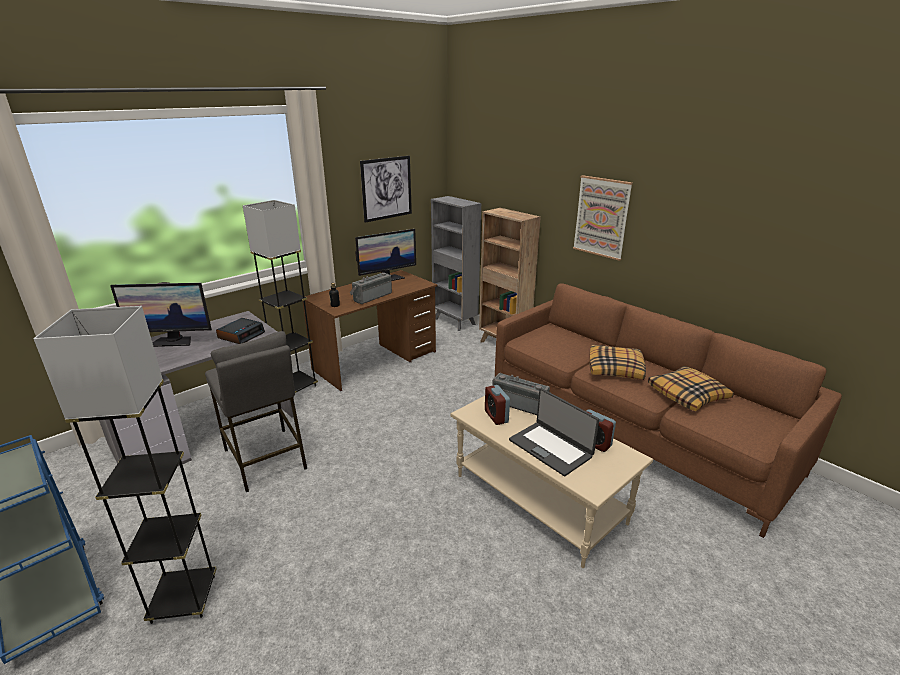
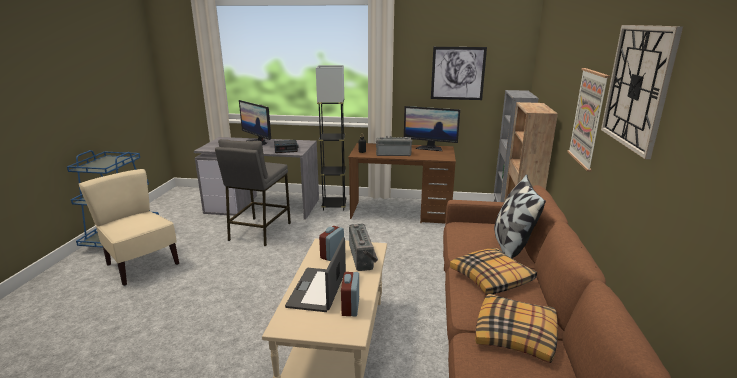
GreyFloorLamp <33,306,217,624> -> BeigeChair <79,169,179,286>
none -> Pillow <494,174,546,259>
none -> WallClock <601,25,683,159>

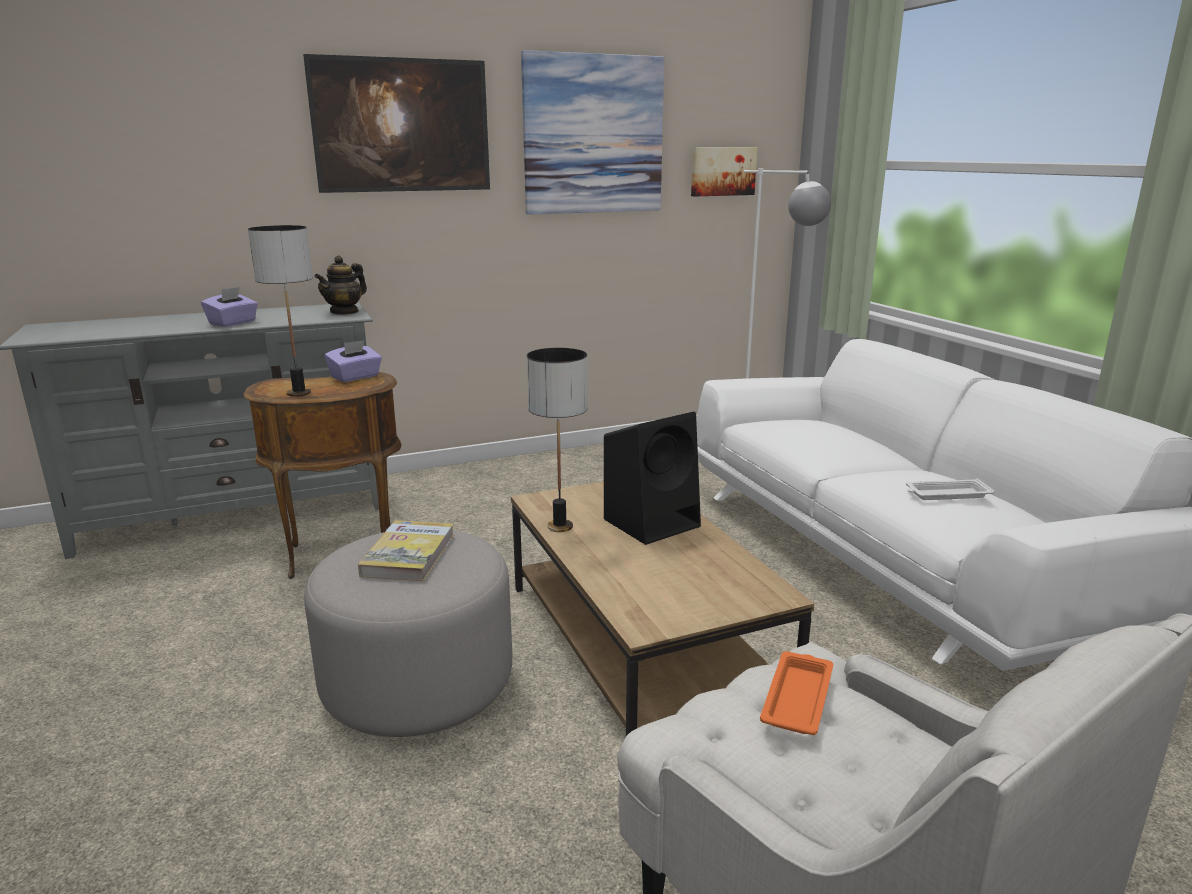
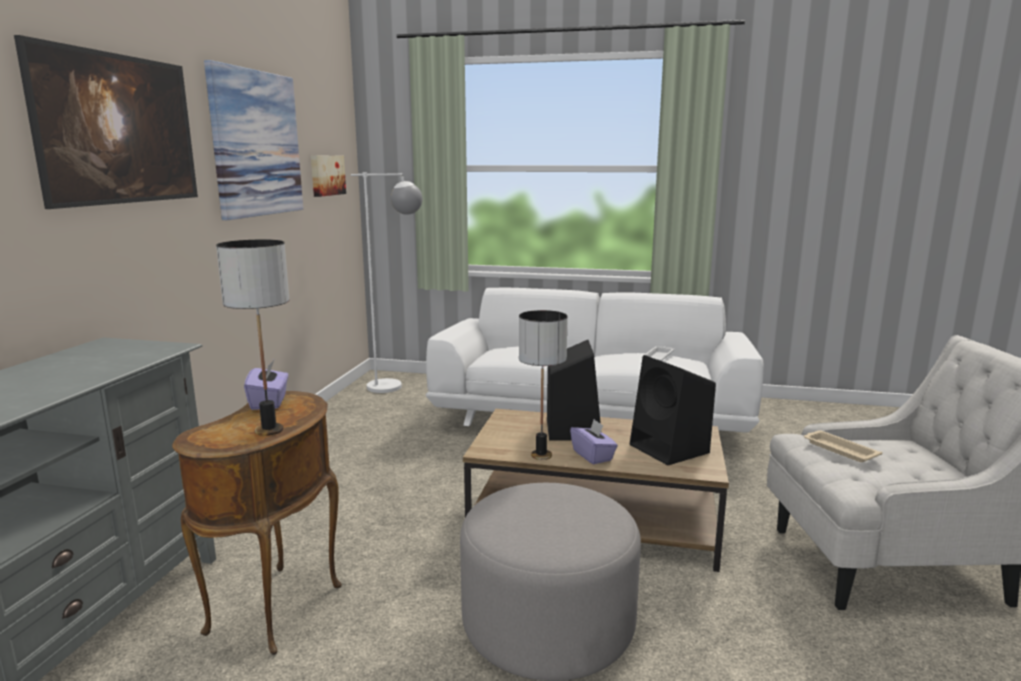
PurpleTissueBox <201,287,258,327> -> PurpleTissueBox <570,419,618,464>, moved
none -> BlackSpeaker <630,355,716,465>
OrangeTray <760,651,833,735> -> BeigeTray <804,430,882,462>
Teapot <314,255,367,315> -> none
Book <358,520,454,581> -> none

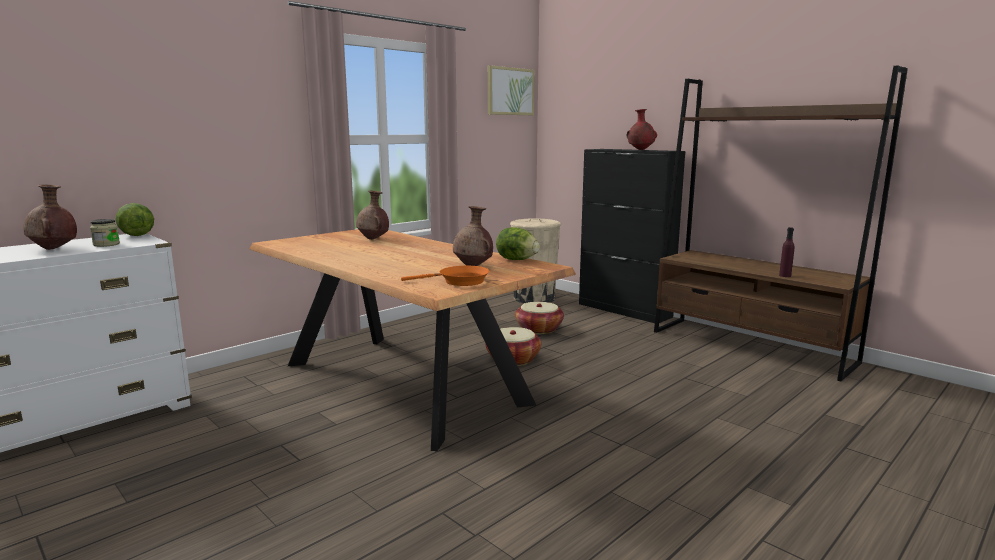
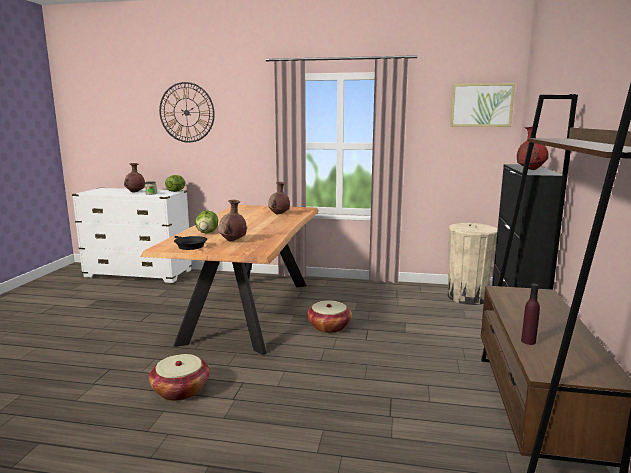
Basket <515,302,564,334> -> Basket <149,354,210,401>, moved
none -> WallClock <159,82,215,143>
OrangeFryingPan <401,266,489,286> -> BlackFryingPan <174,236,207,250>
Lettuce <496,227,540,260> -> Lettuce <195,211,218,233>, moved

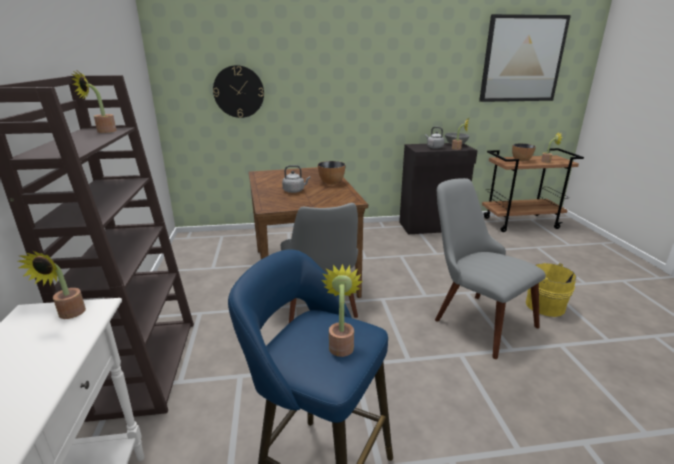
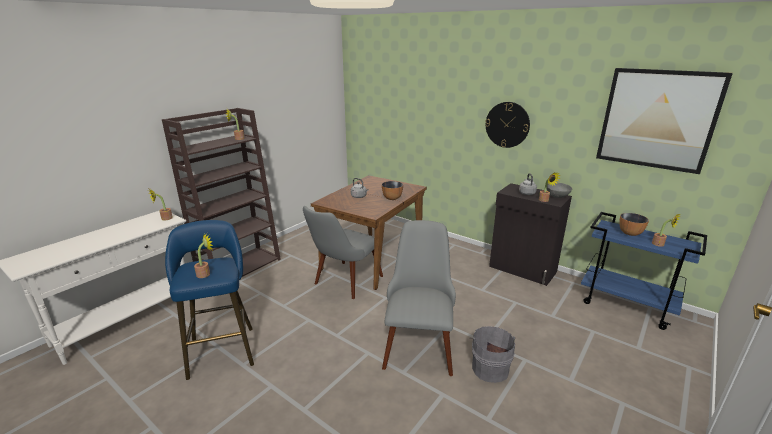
YellowBucket <526,263,577,317> -> GreyBucket <470,326,516,383>
WallClock <213,65,264,118> -> WallClock <485,102,530,148>, moved
BrownCart <482,148,584,232> -> BlueCart <581,212,707,330>

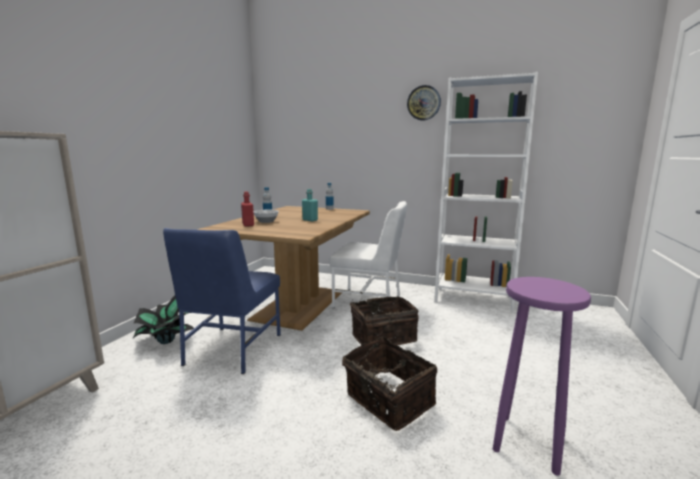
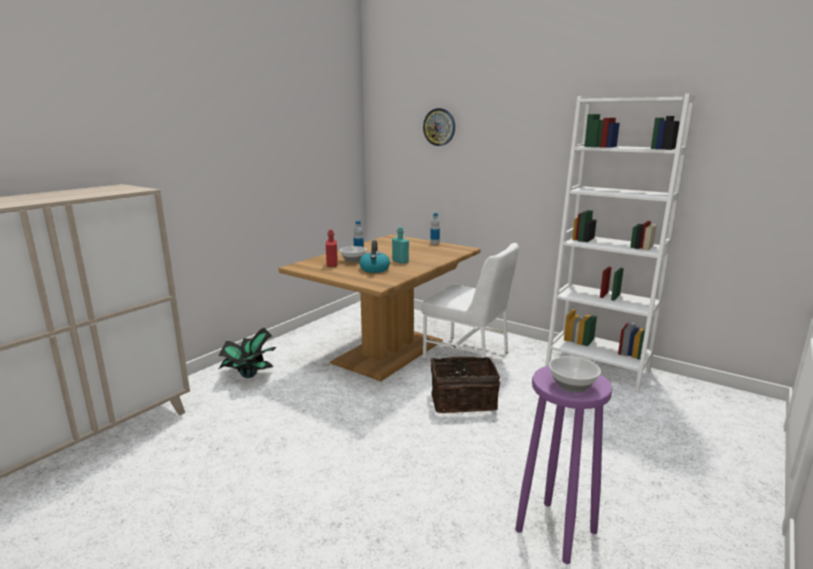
none -> Kettle <359,241,390,273>
WallClock <407,85,441,120> -> WallClock <423,108,455,146>, moved
none -> Bowl <549,356,601,393>
BlueChair <163,228,281,374> -> none
Basket <342,337,437,431> -> none

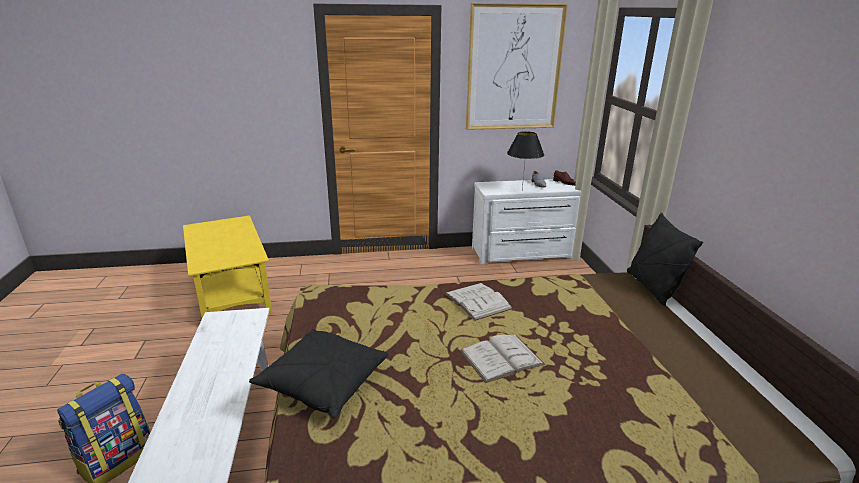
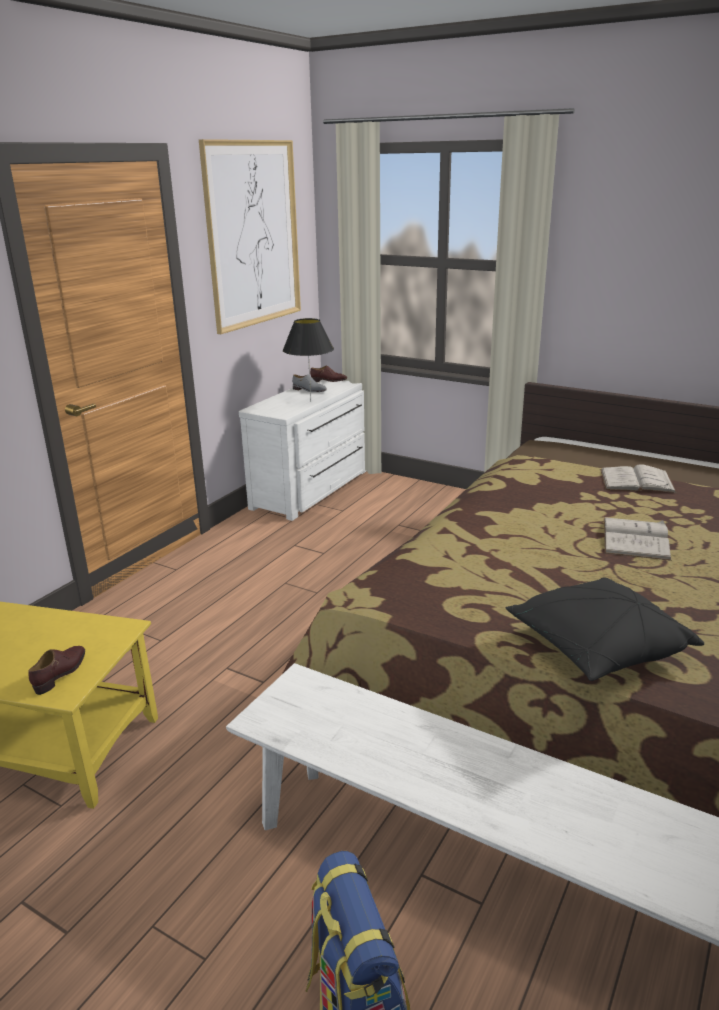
none -> BrownShoe <29,646,85,695>
WhiteBook <445,283,513,321> -> WhiteBook <600,464,677,493>, moved
BlackPillow <627,213,703,306> -> none

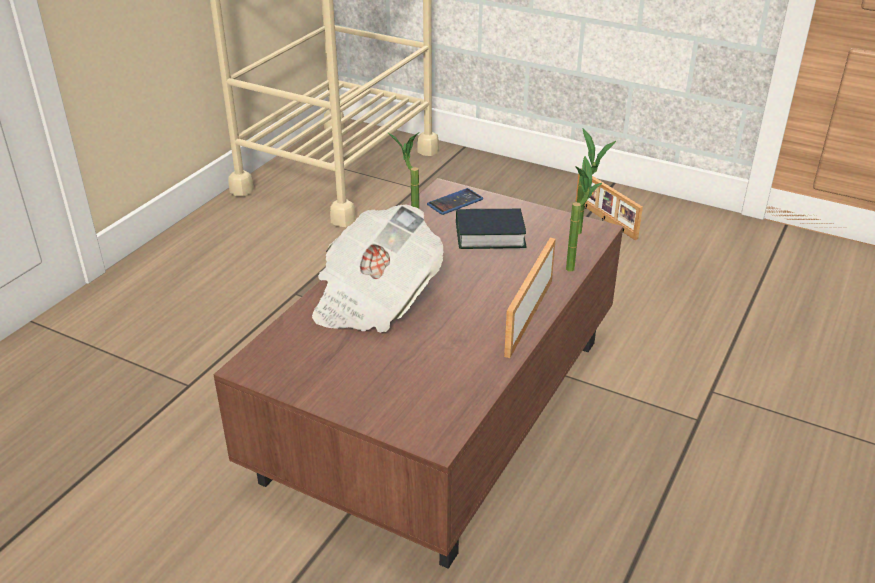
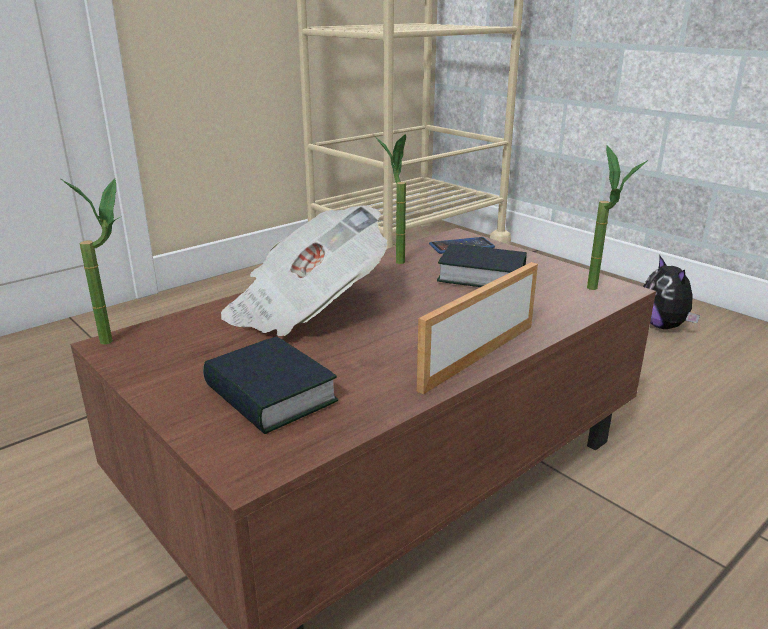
PottedPlant <566,156,602,272> -> PottedPlant <61,178,122,345>, moved
none -> Book <203,337,338,434>
PictureFrame <576,173,643,240> -> PlushToy <643,256,700,329>

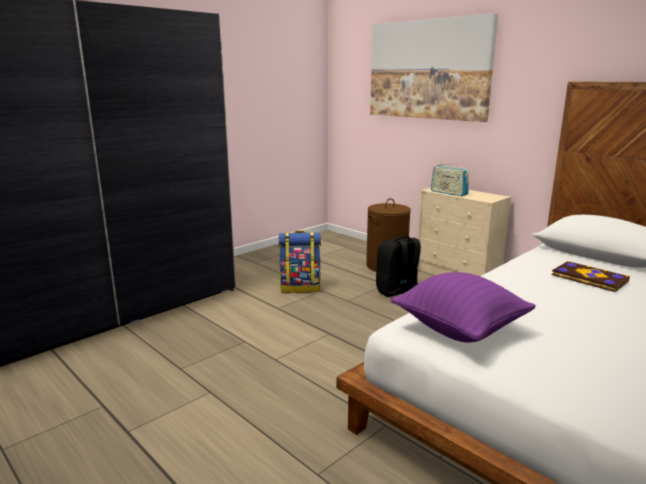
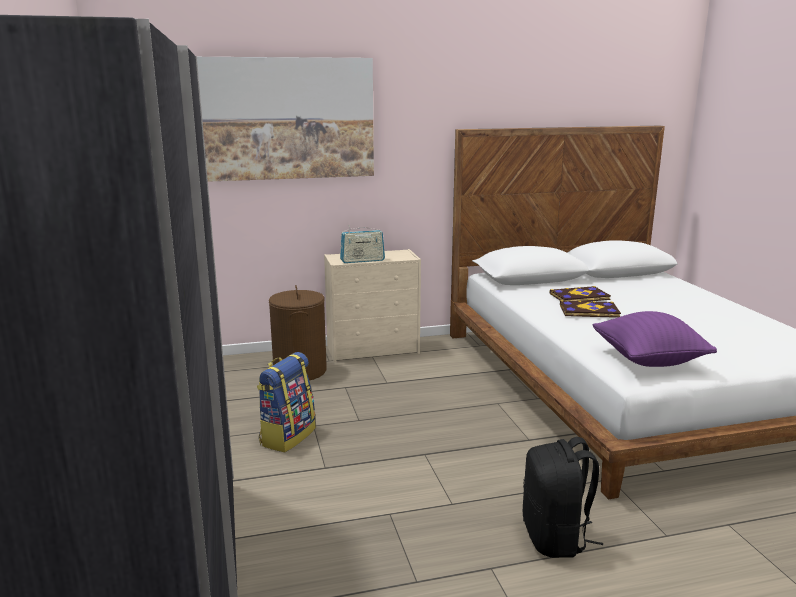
BlackBackpack <376,236,421,297> -> BlackBackpack <523,437,603,558>, moved
none -> Book <560,300,621,318>

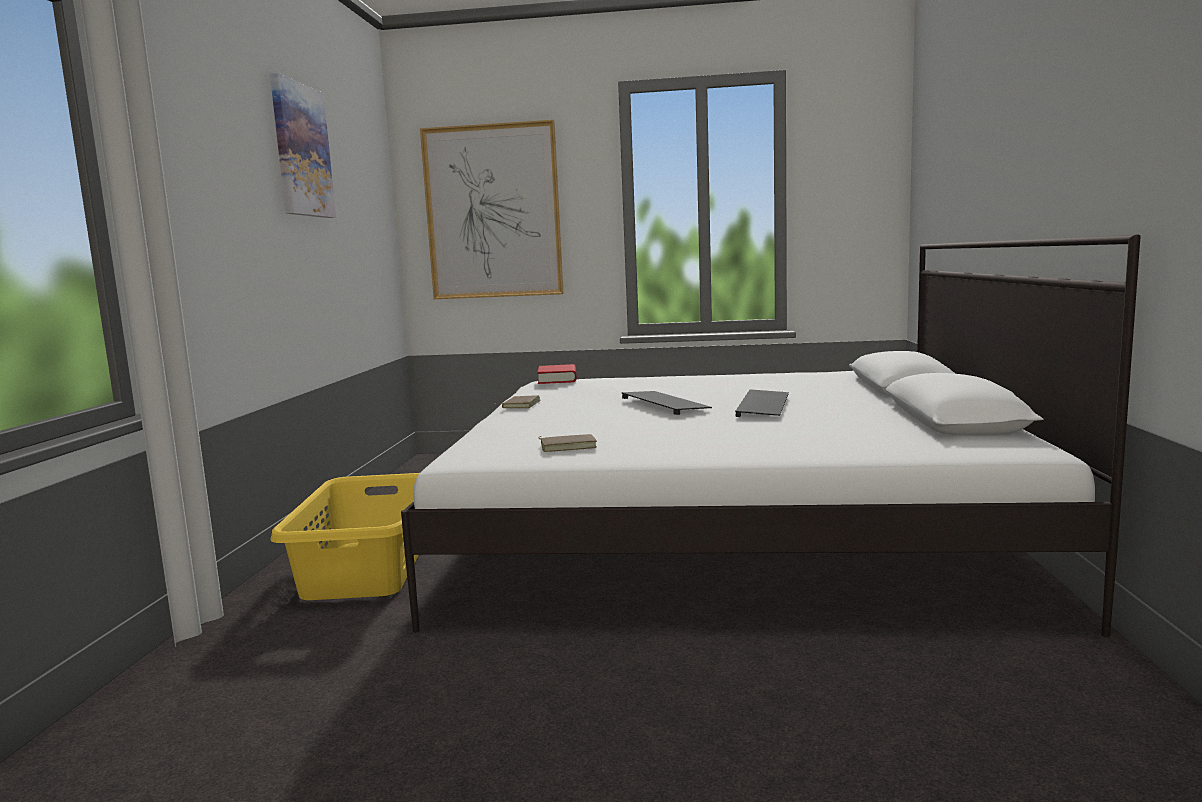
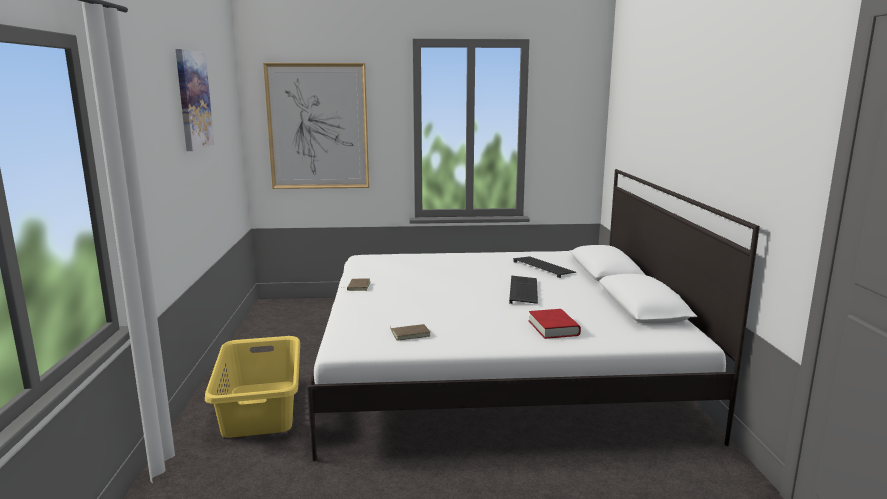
Keyboard <622,391,712,415> -> Keyboard <513,256,576,278>, moved
RedBook <537,364,576,384> -> RedBook <529,309,581,339>, moved

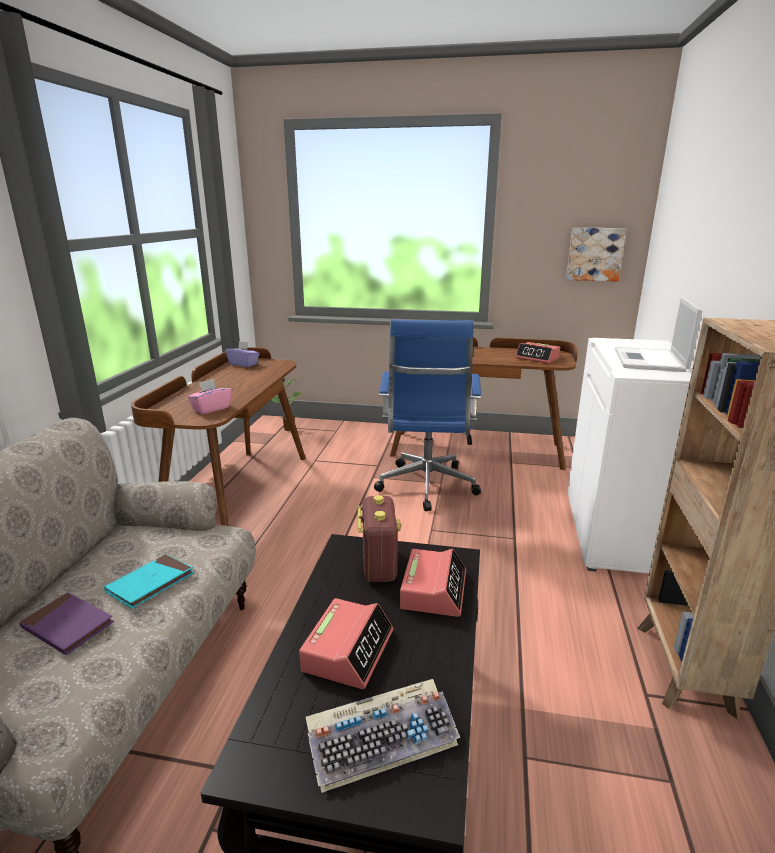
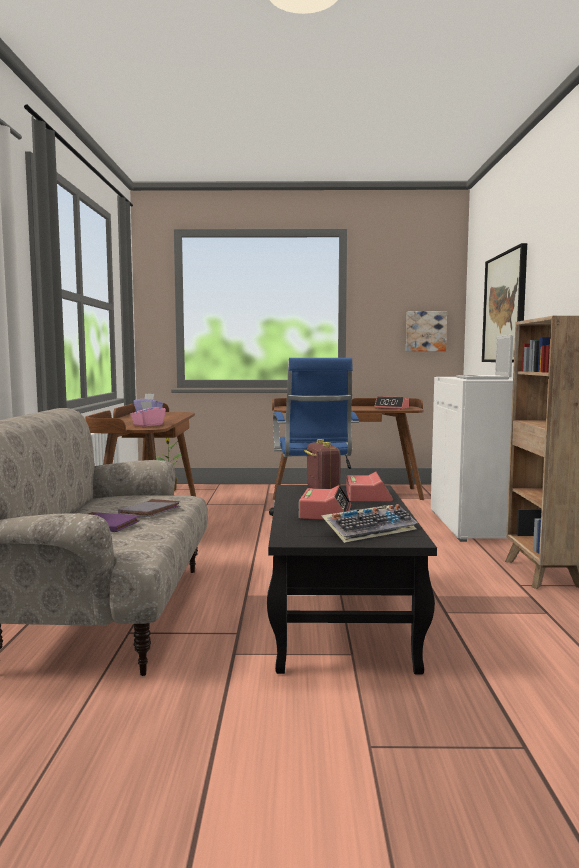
TurquoiseBook <104,554,194,609> -> GreyBook <118,499,181,517>
none -> Picture <482,243,527,363>

